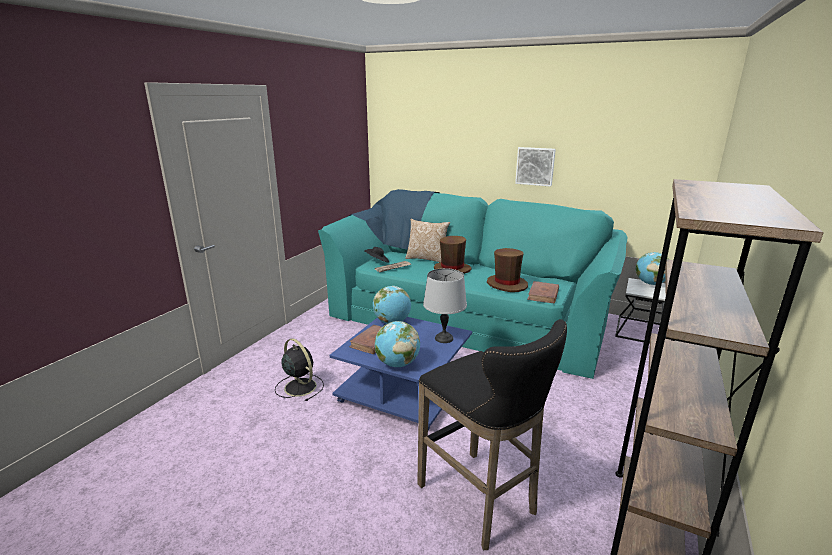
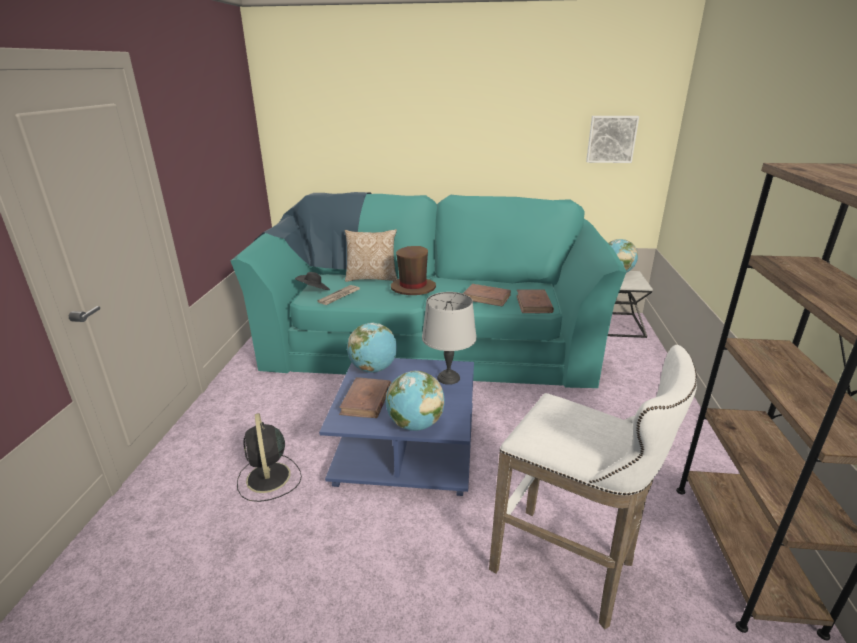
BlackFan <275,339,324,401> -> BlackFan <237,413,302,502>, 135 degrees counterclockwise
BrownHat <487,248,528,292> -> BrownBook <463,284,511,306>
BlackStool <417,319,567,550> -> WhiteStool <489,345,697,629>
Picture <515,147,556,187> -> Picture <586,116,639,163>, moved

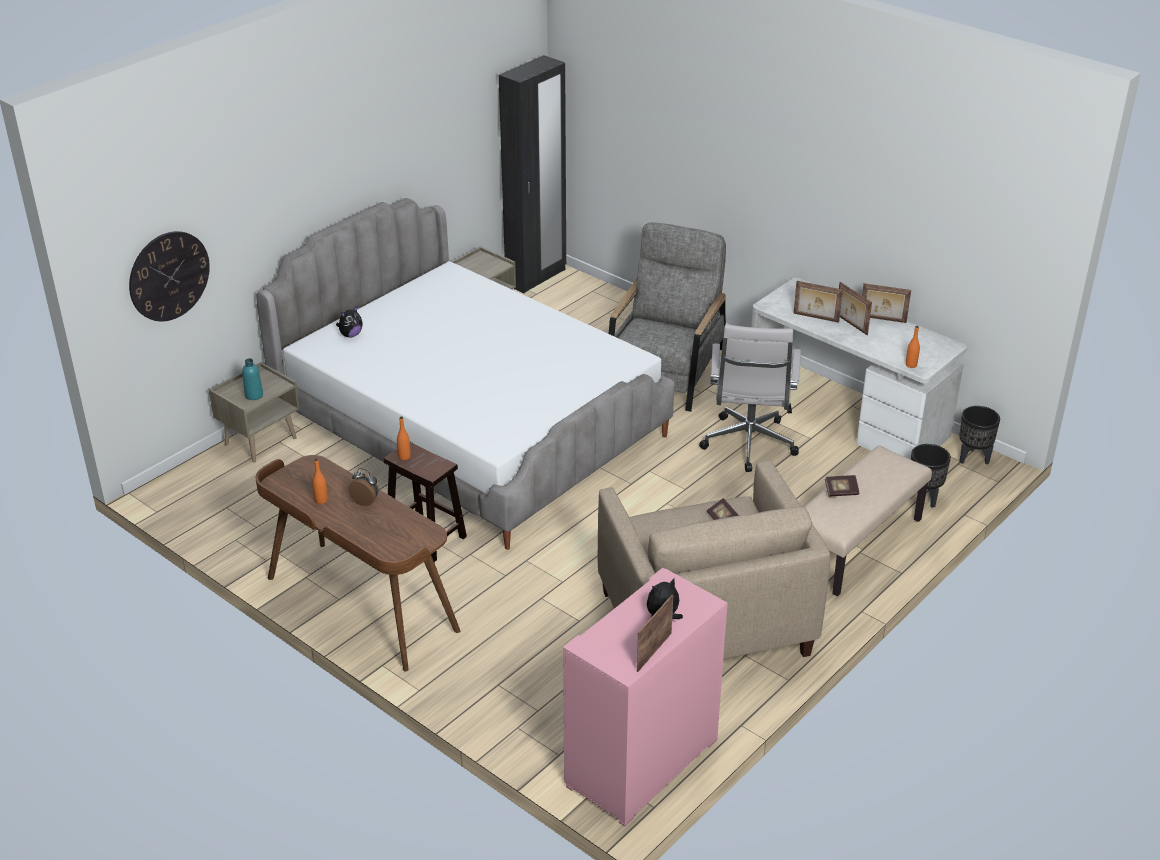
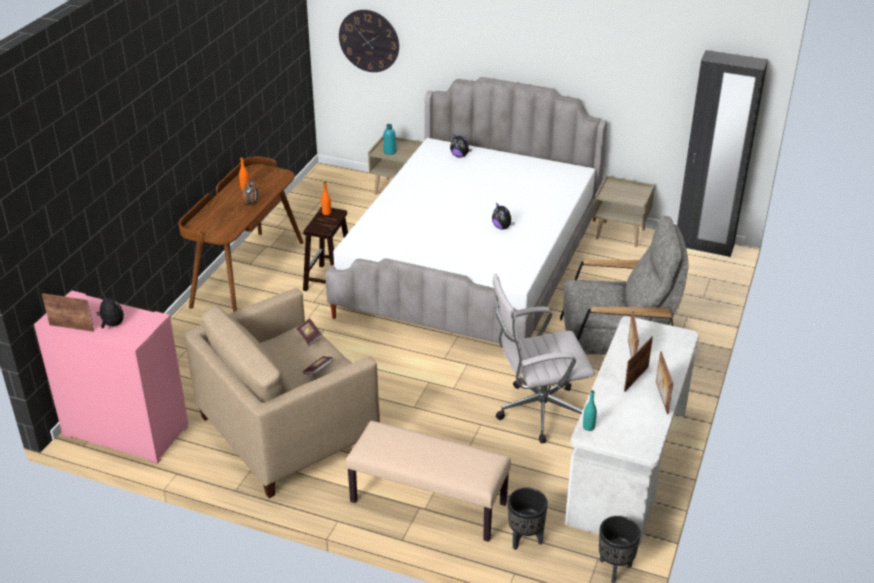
Book <825,475,859,497> -> Book <297,319,322,346>, moved
none -> PlushToy <492,203,515,230>
OrangeBottle <906,326,920,368> -> TurquoiseBottle <583,390,597,431>

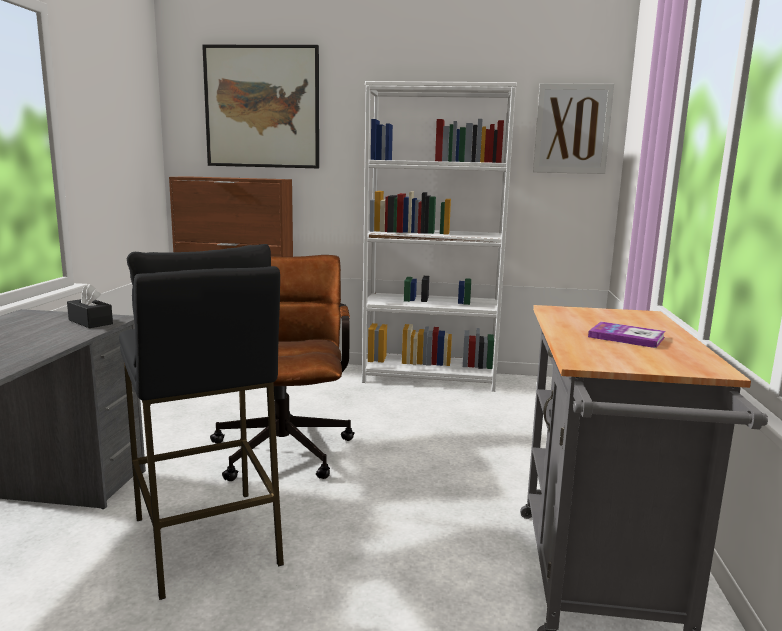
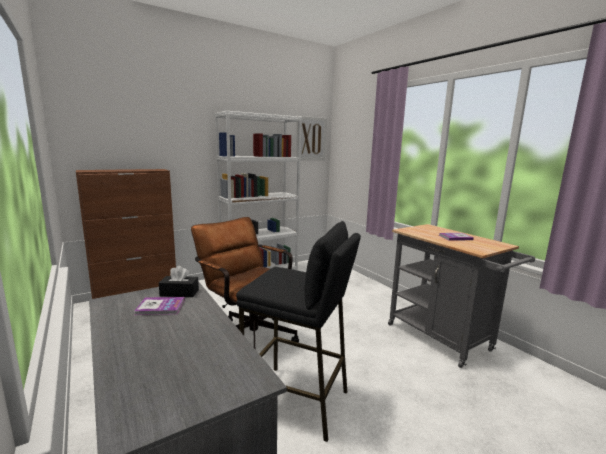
none -> Book <134,297,185,315>
Picture <202,45,319,168> -> none

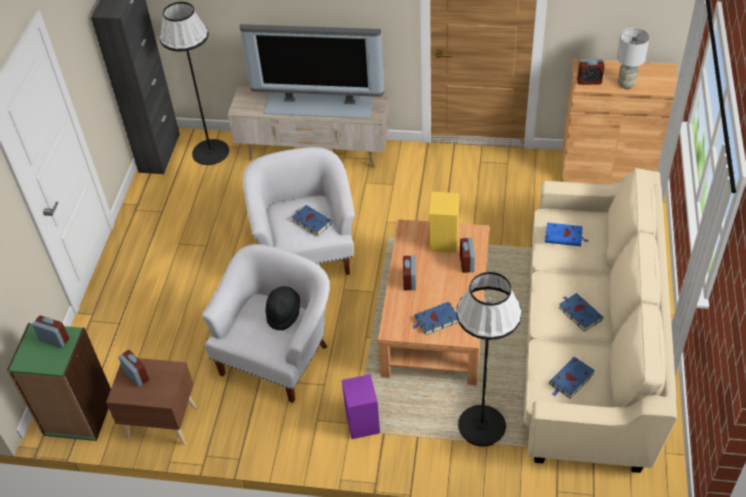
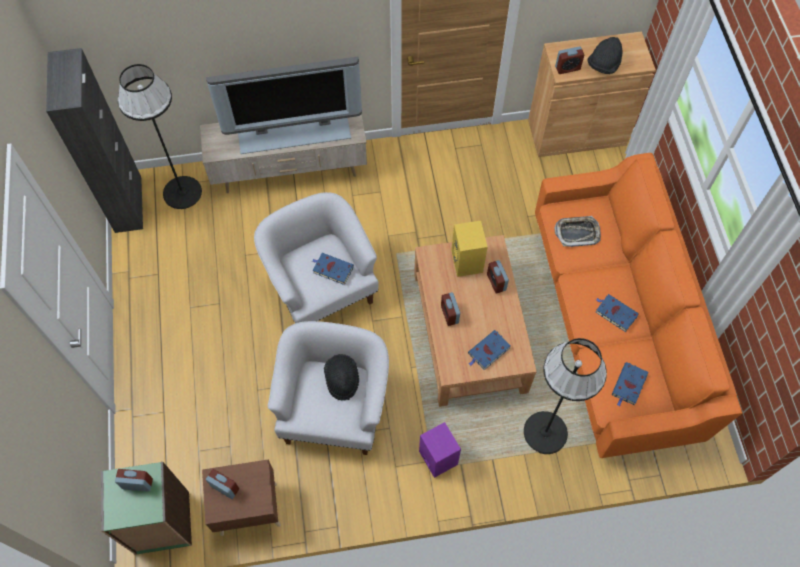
BeigeSofa <524,168,678,473> -> OrangeSofa <535,153,742,458>
BlueBook <545,223,588,246> -> Tray <554,216,601,247>
GreyTableLamp <617,28,650,89> -> BlackHat <587,37,622,74>

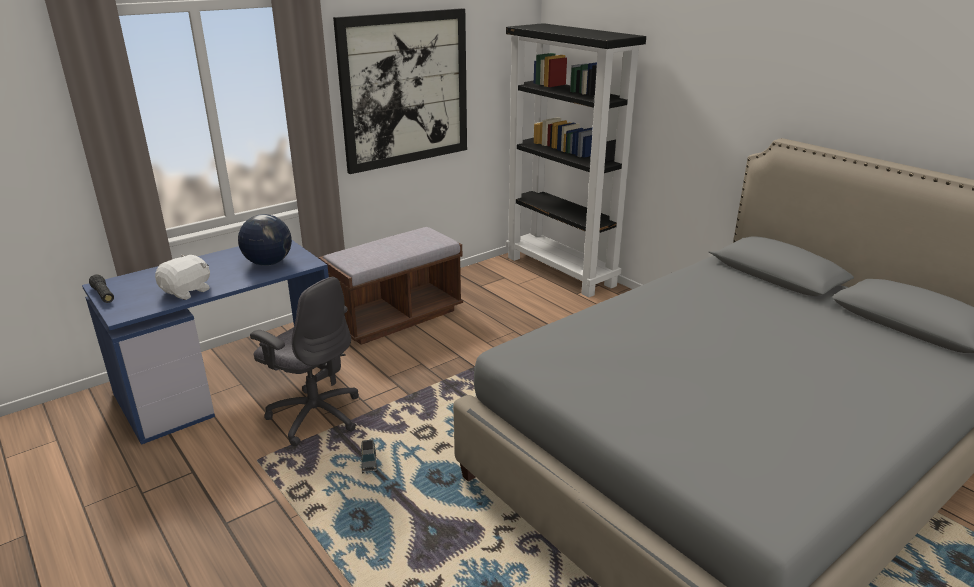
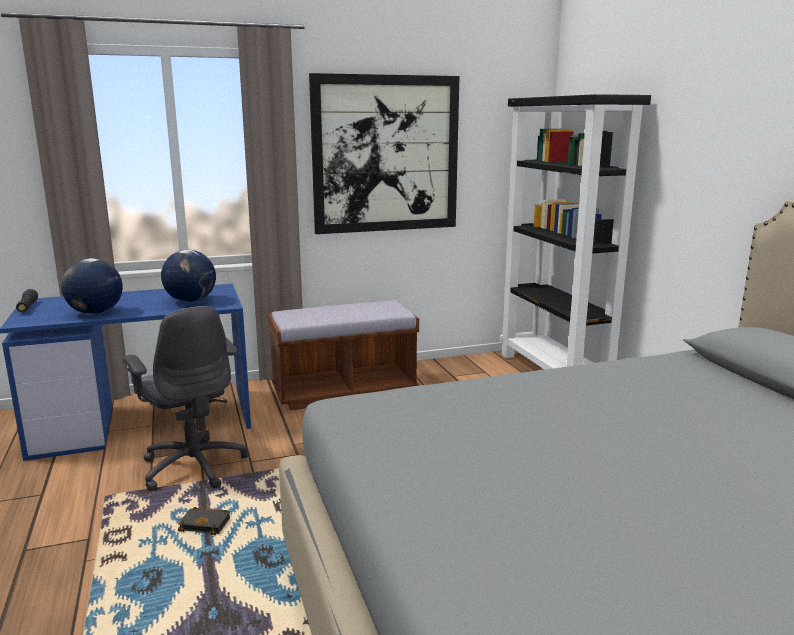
WhitePlushToy <155,254,210,300> -> Globe <61,258,123,314>
GreyToyCar <360,440,377,474> -> BlackBook <178,507,230,535>

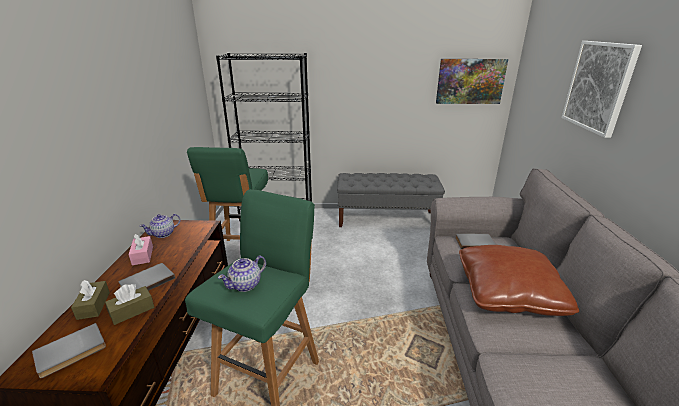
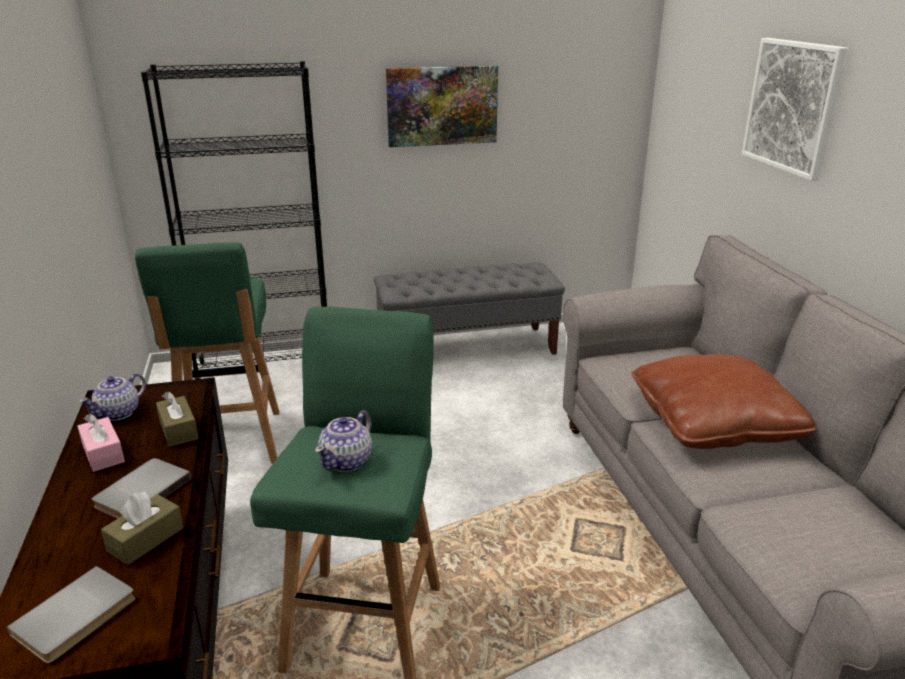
BrownTissueBox <71,280,110,320> -> BrownTissueBox <156,391,199,447>, moved
Picture <436,59,508,104> -> Picture <386,65,498,147>, moved
GreyBook <456,233,496,249> -> none

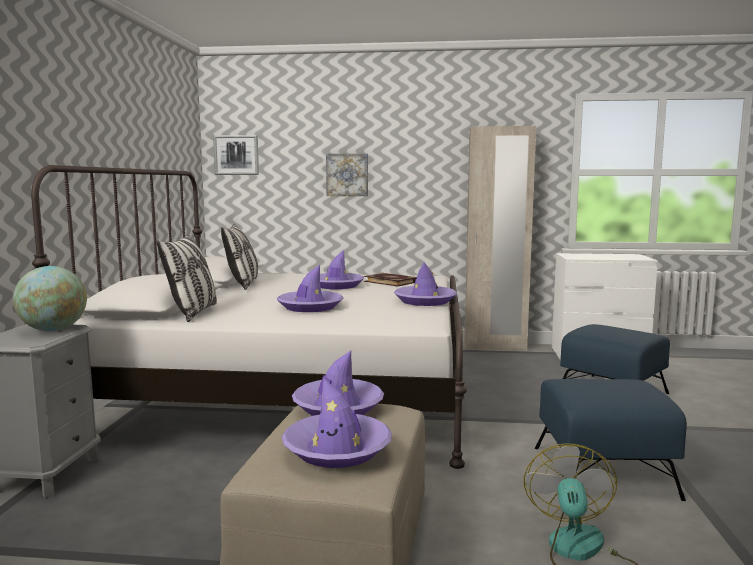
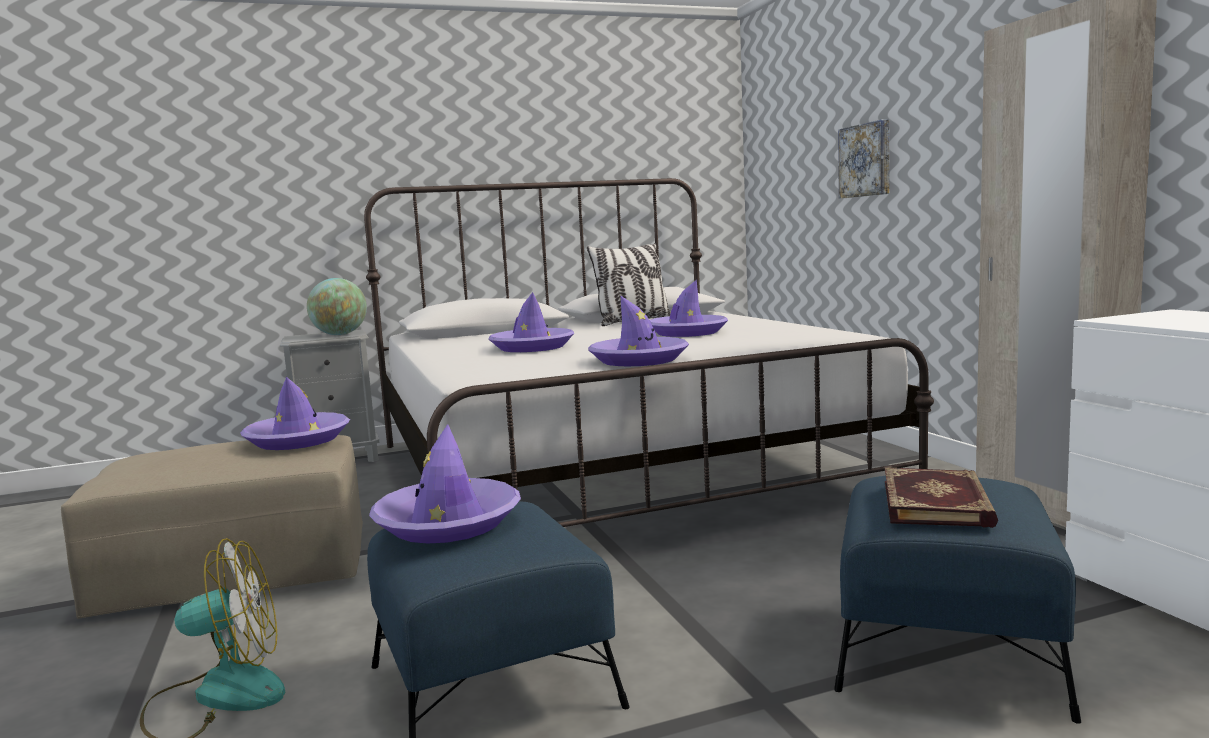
PurpleHat <282,379,392,468> -> PurpleHat <369,424,521,544>, moved
Book <364,273,417,287> -> Book <885,467,998,528>, moved
Pillow <156,235,217,322> -> none
Picture <213,135,259,175> -> none

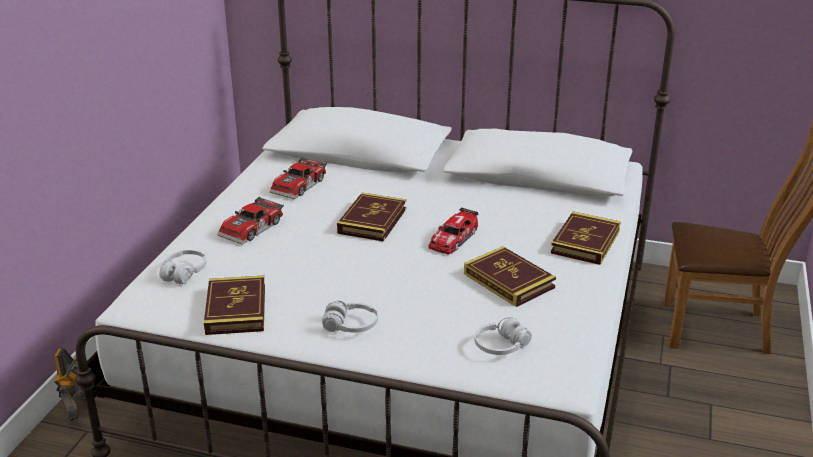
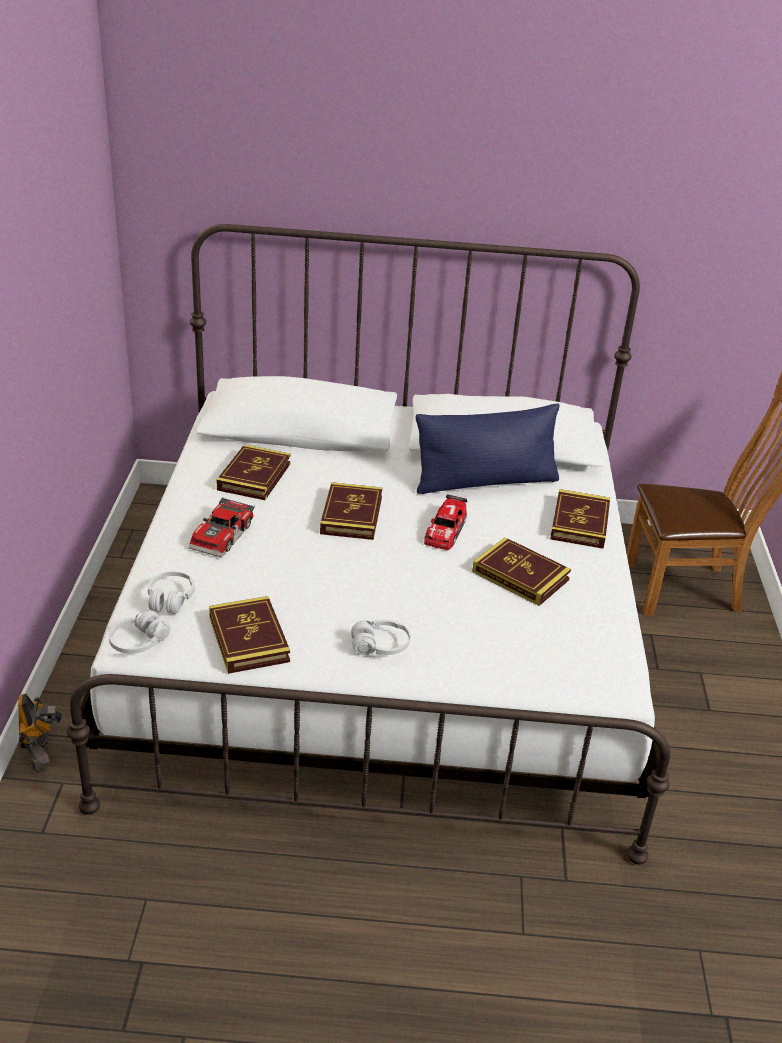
WhiteHeadphones <475,317,532,355> -> WhiteHeadphones <108,610,170,654>, moved
ToyCar <269,157,327,199> -> Book <217,445,291,500>
none -> BluePillow <416,404,559,494>

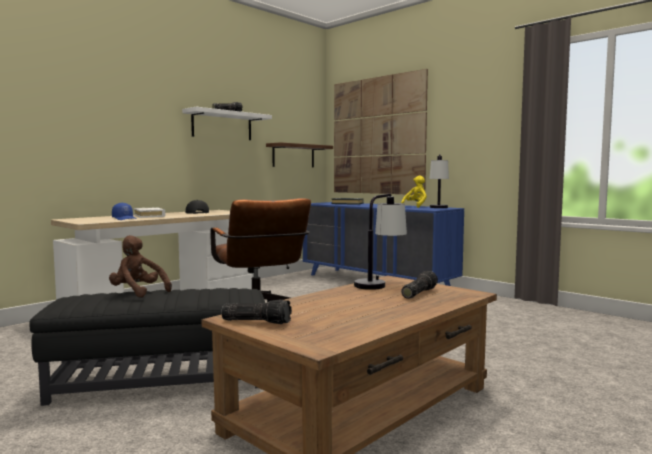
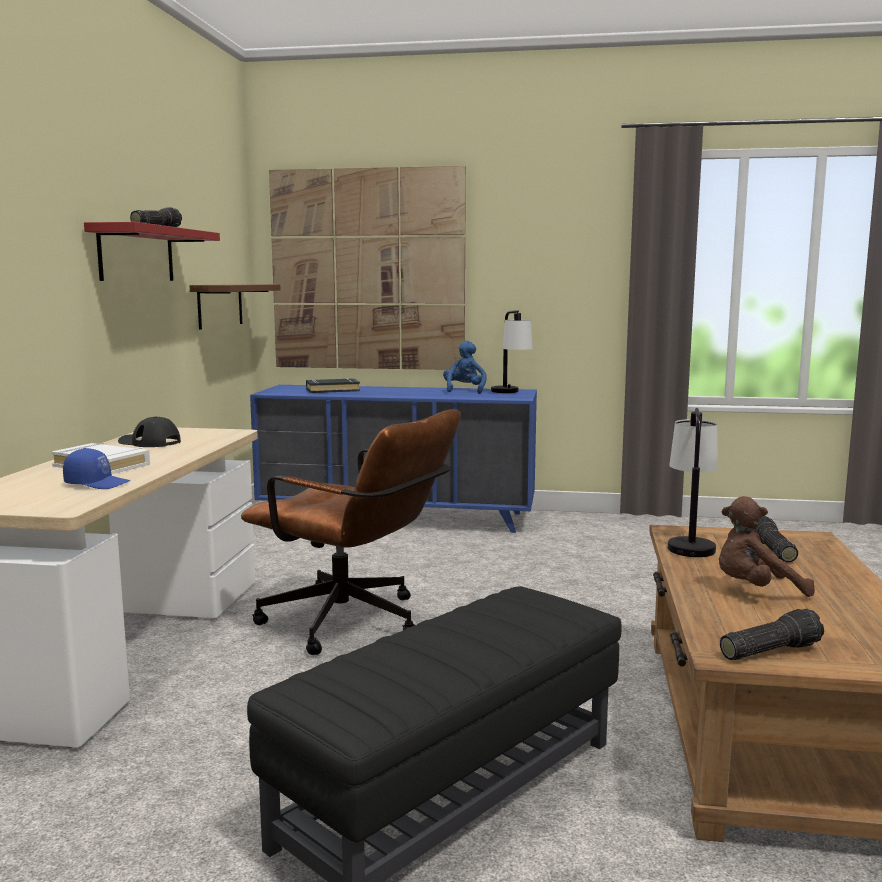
WhiteShelf <182,107,272,140> -> RedShelf <84,222,220,281>
YellowPlushToy <401,176,427,208> -> BluePlushToy <443,341,486,394>
BrownPlushToy <109,235,172,297> -> BrownPlushToy <719,496,815,597>, moved

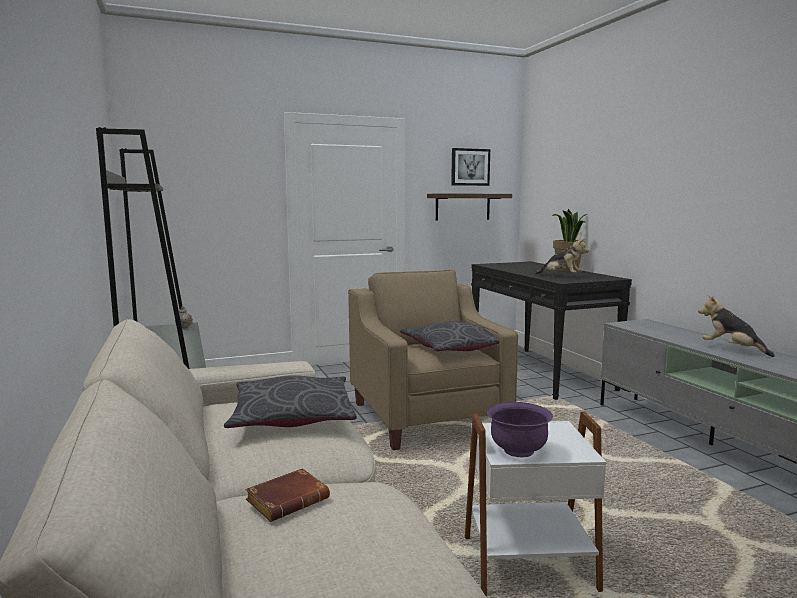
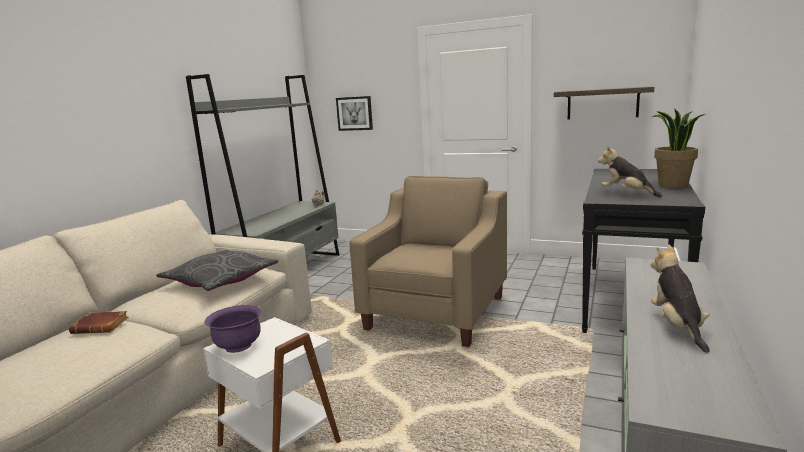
Picture <451,148,490,186> -> Picture <336,96,373,131>, moved
PlushToy <535,237,589,274> -> PlushToy <598,146,662,197>, 150 degrees clockwise
GreyPillow <400,321,500,351> -> none

